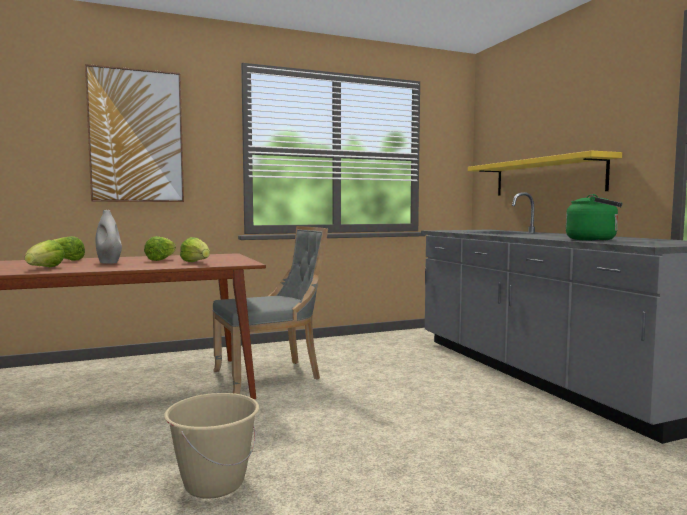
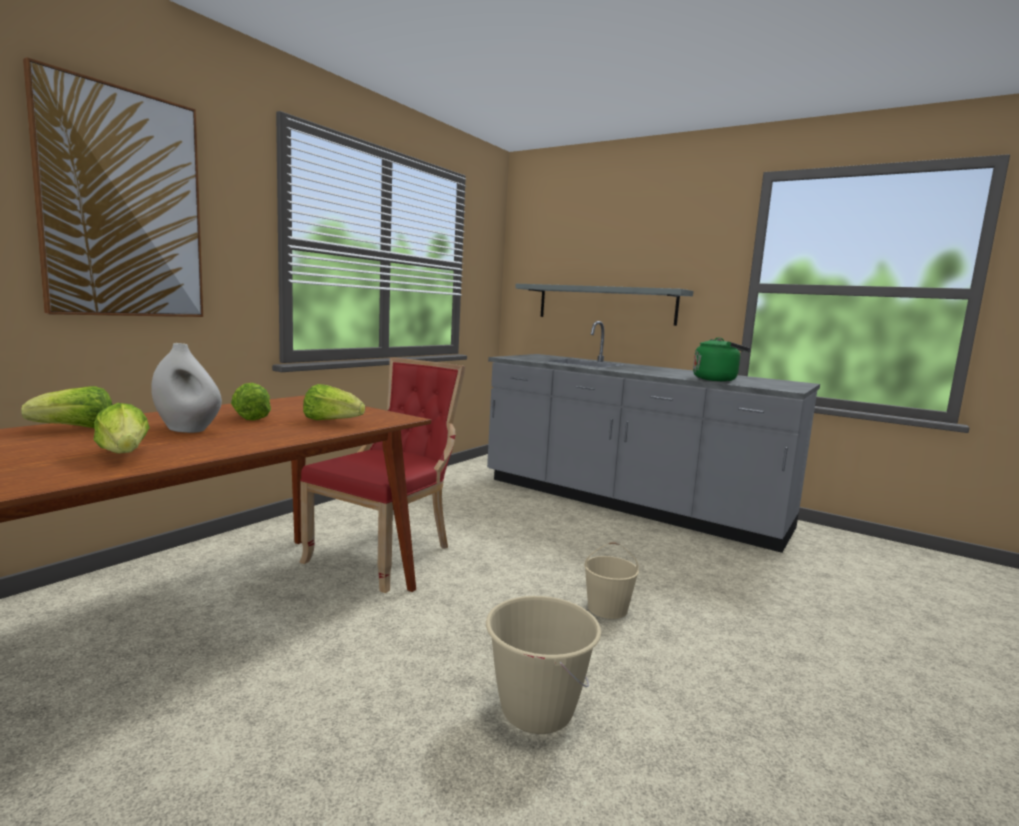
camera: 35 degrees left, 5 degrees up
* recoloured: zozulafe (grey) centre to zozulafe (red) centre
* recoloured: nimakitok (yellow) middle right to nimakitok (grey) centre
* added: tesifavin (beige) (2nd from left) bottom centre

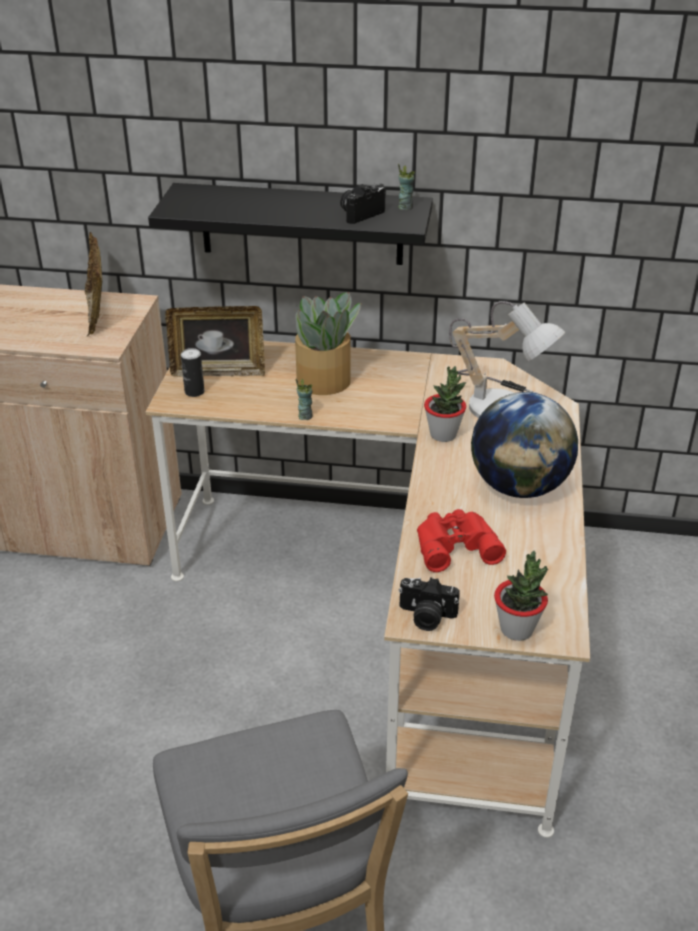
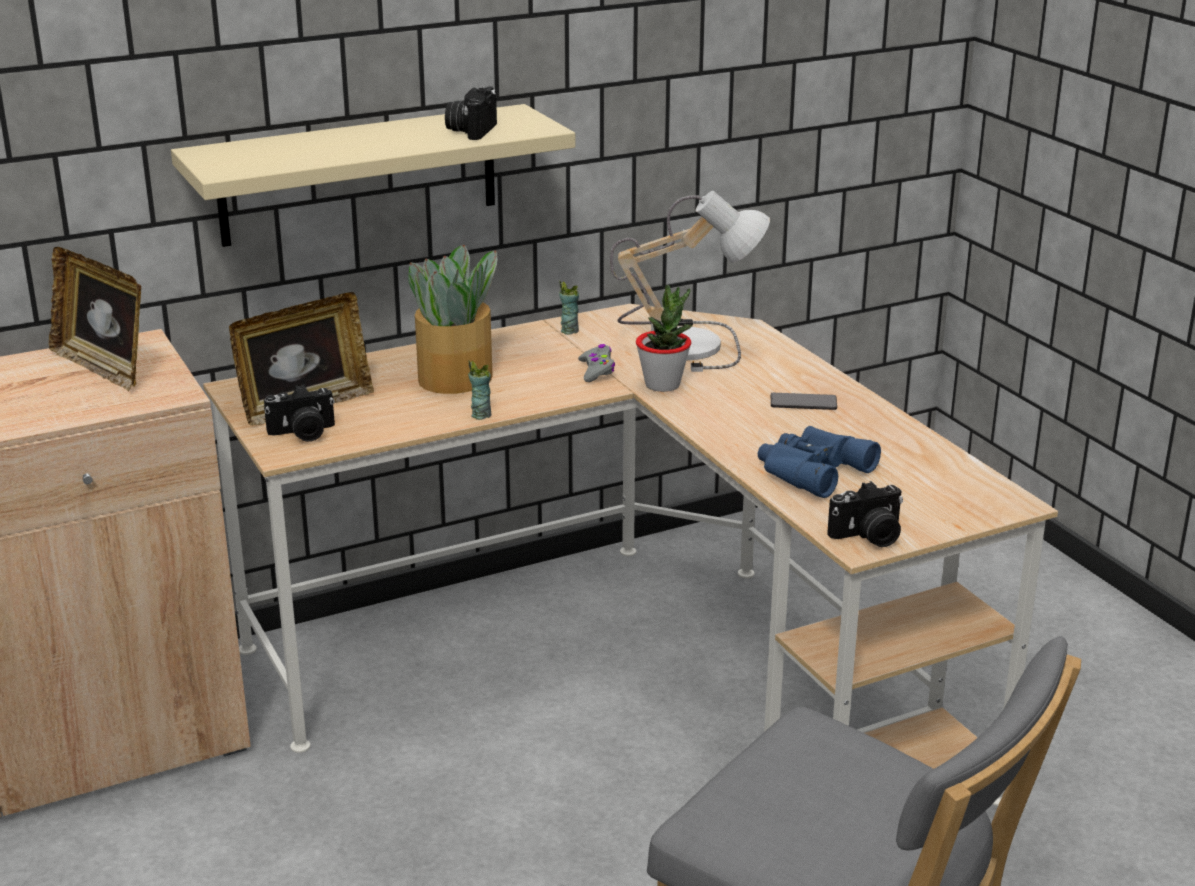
camera: 35 degrees left, 10 degrees down
* recoloured: nimakitok (black) top centre to nimakitok (beige) top left
* replaced: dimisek middle left to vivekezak (1st from left) middle left
* moved: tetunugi (2nd from left) top centre to centre
* recoloured: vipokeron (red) centre to vipokeron (blue) middle right
* replaced: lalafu middle right to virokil middle right
* removed: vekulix (3rd from left) middle right
* added: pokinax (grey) centre

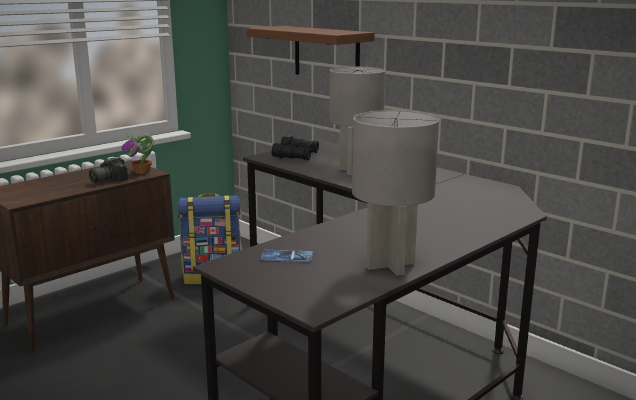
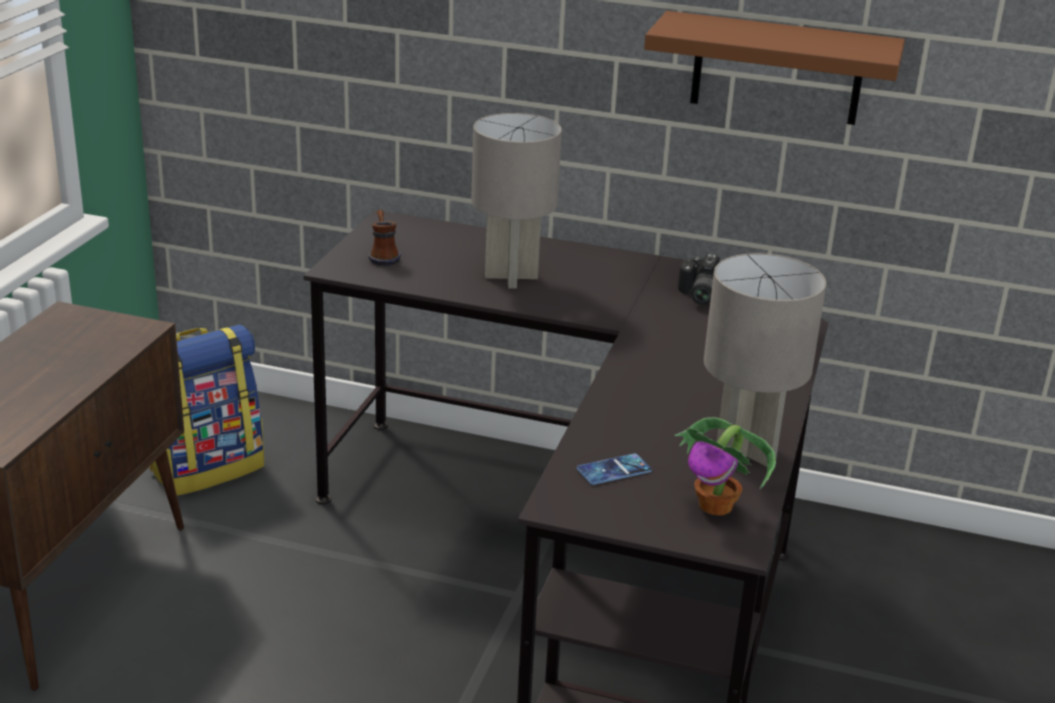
camera: 30 degrees left, 10 degrees up
* moved: vivekezak middle left to centre
* moved: vekulix middle left to middle right
* moved: nimakitok (brown) top centre to top right
* replaced: vipokeron (black) centre to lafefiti centre

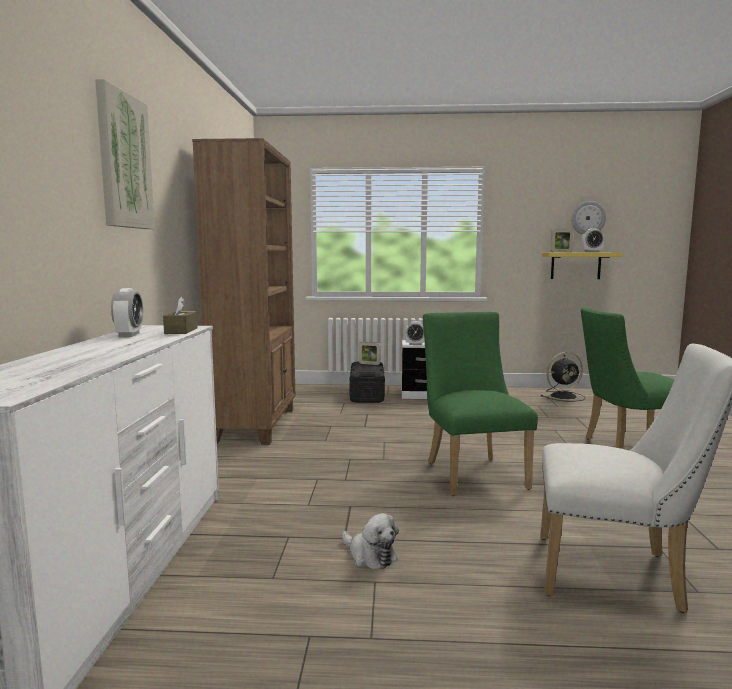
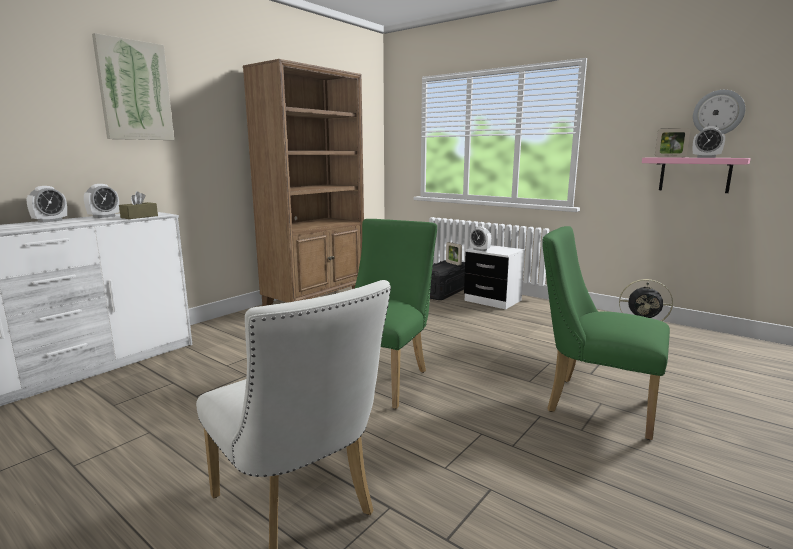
camera: 35 degrees right, 5 degrees up
* removed: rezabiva bottom centre
* recoloured: nimakitok (yellow) middle right to nimakitok (pink) top right
* added: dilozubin (1st from left) middle left

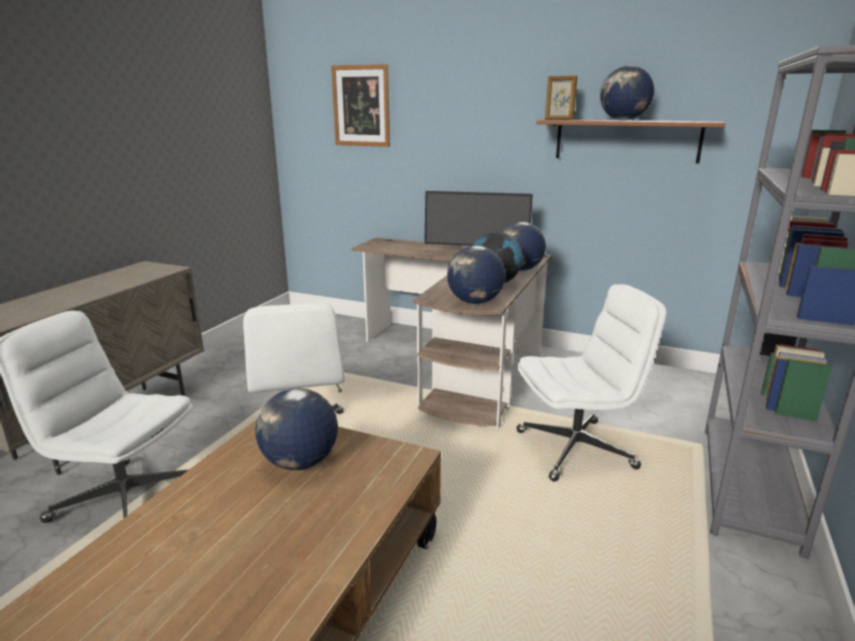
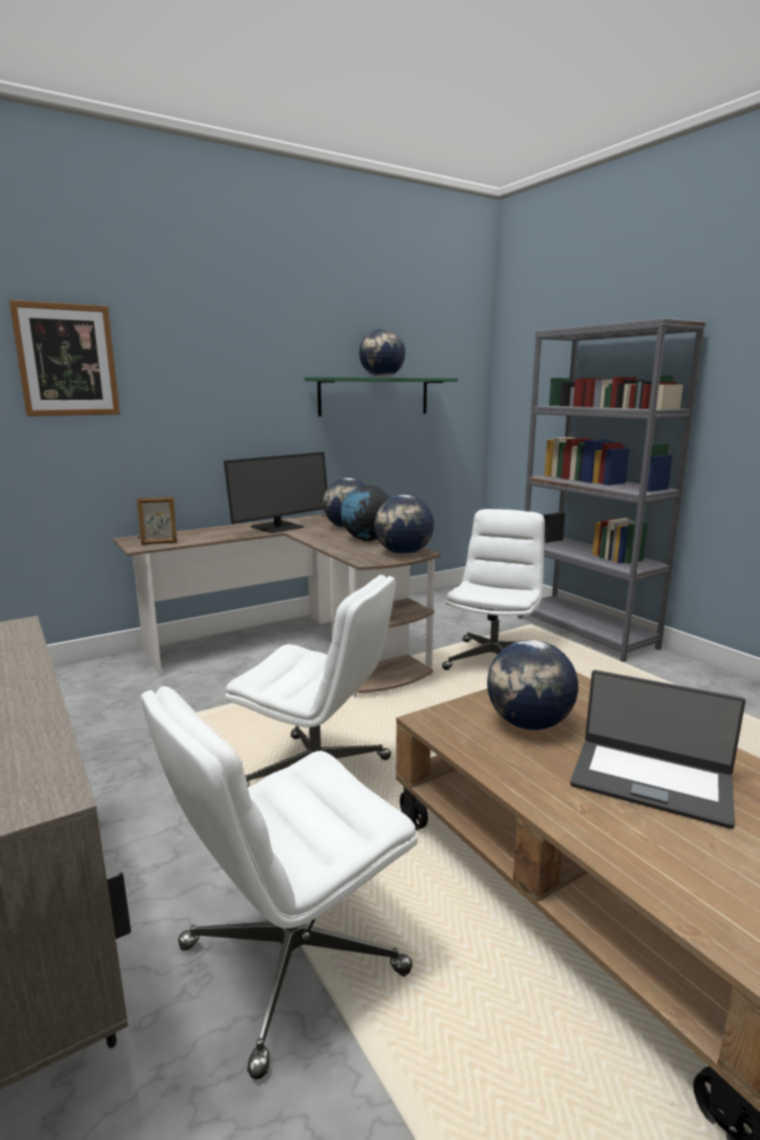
camera: 55 degrees left, 5 degrees down
* recoloured: nimakitok (brown) top right to nimakitok (green) centre
* moved: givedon top centre to middle left
* added: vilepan middle right

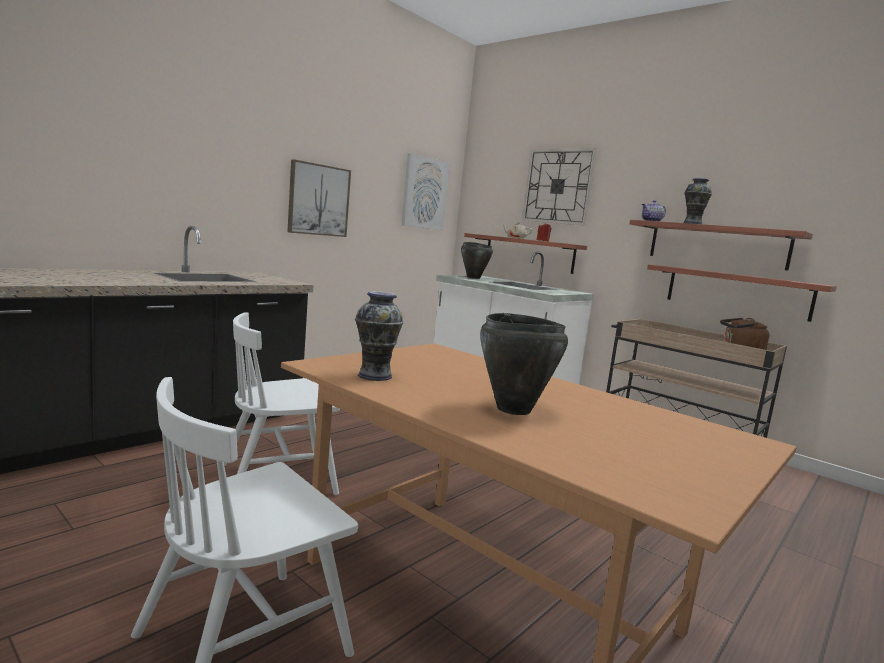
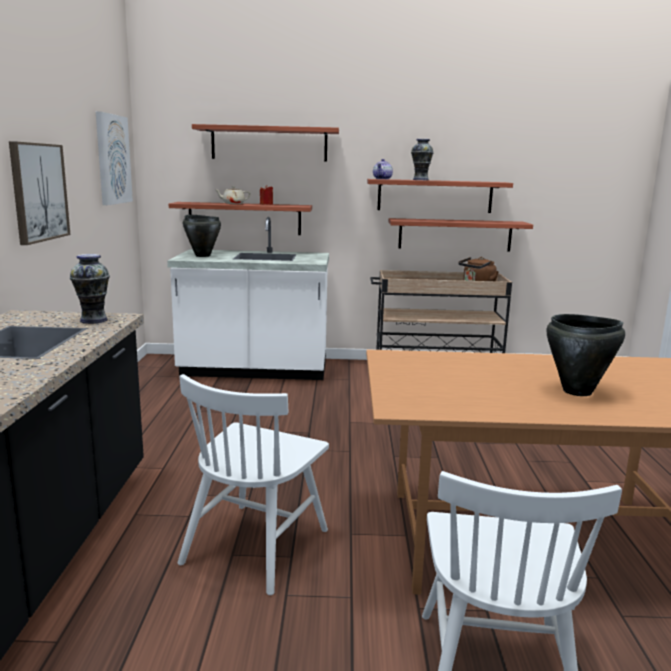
camera: 40 degrees left, 5 degrees up
* moved: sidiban (1st from left) centre to middle left
* replaced: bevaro top centre to nimakitok (2nd from left) top centre

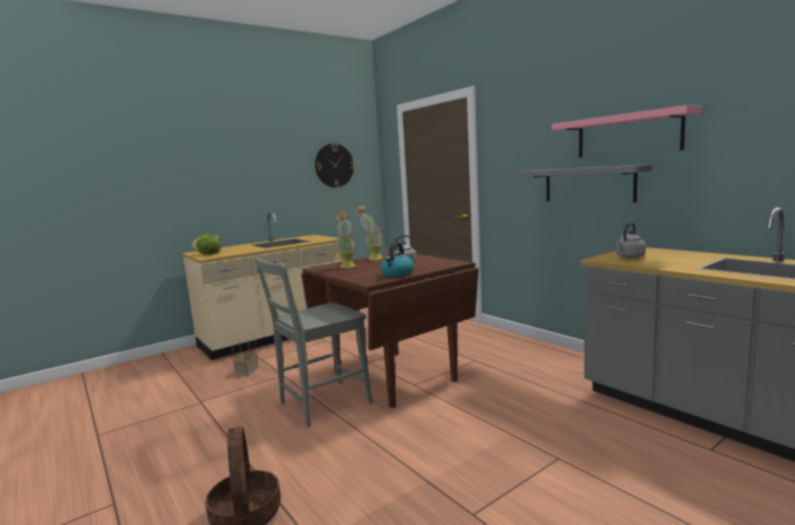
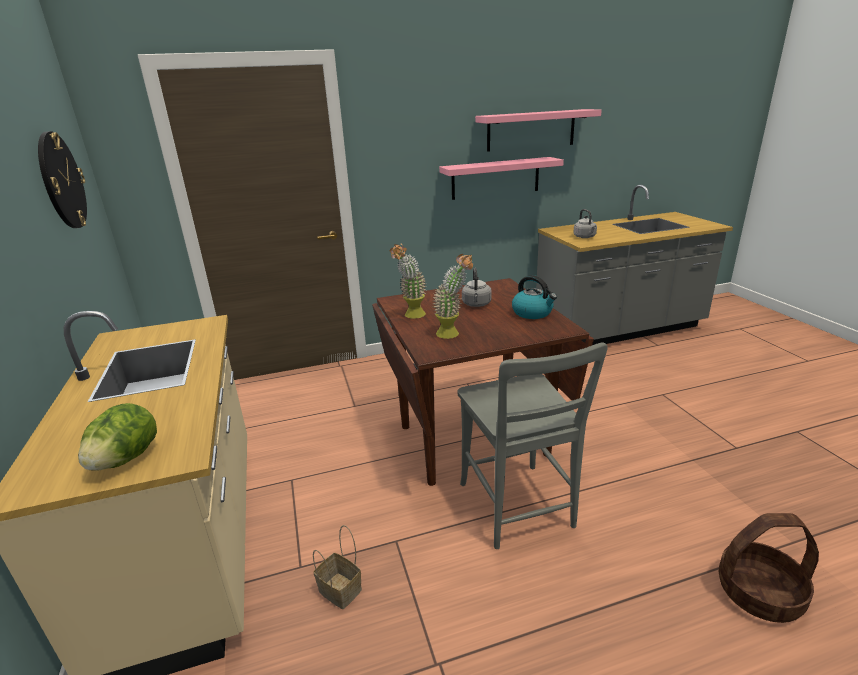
camera: 70 degrees left, 15 degrees up
* recoloured: nimakitok (grey) middle right to nimakitok (pink) (1st from left) top centre

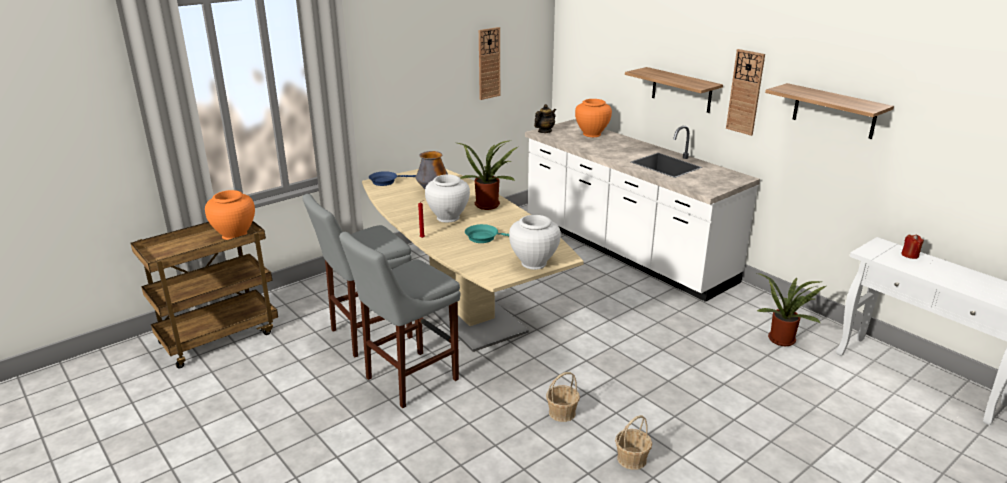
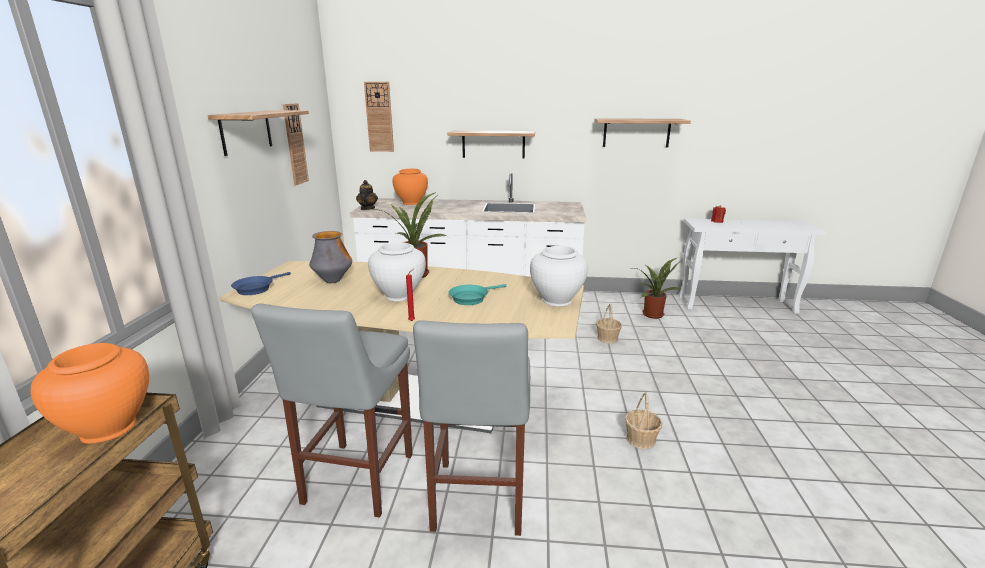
camera: 45 degrees left, 5 degrees down
* moved: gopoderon (2nd from left in the first image) bottom centre to gopoderon (1st from left) centre
* moved: bevaro (2nd from left) top right to top centre
* added: nimakitok (1st from left) top left

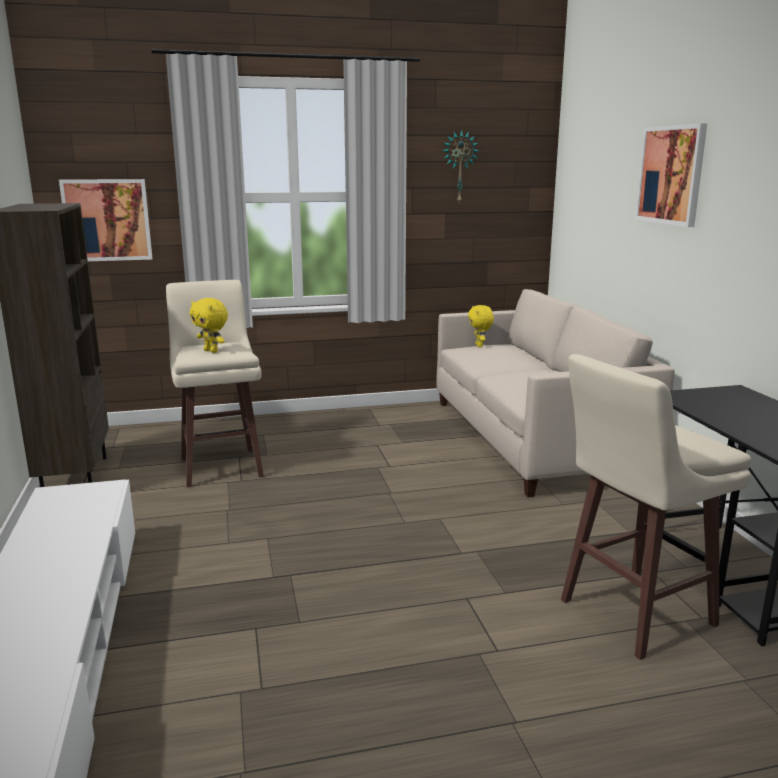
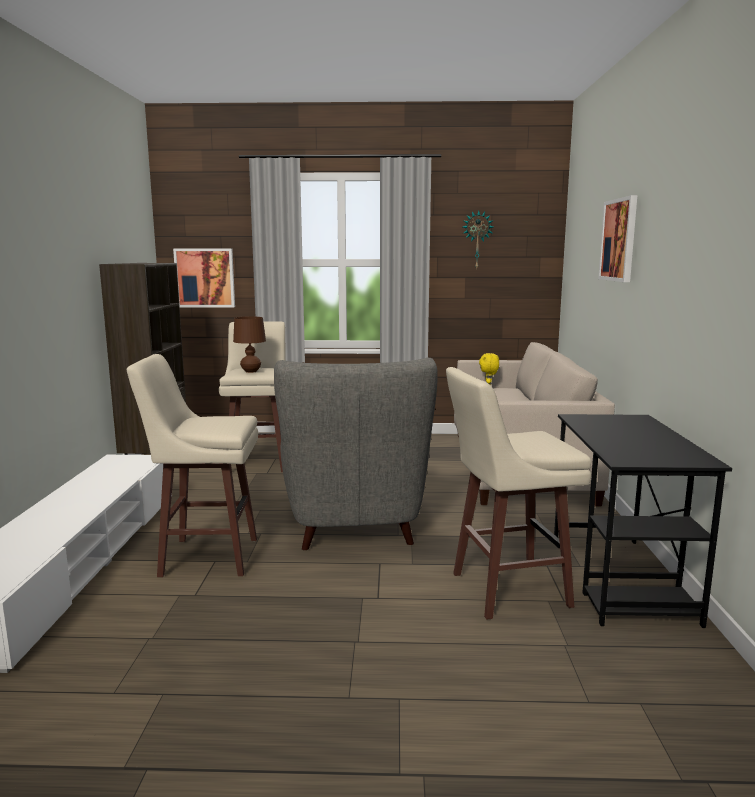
camera: 15 degrees right, 5 degrees down
* replaced: rezabiva (yellow) (1st from left) middle left to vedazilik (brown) middle left
* added: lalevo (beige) (1st from left) middle left
* added: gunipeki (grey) centre

